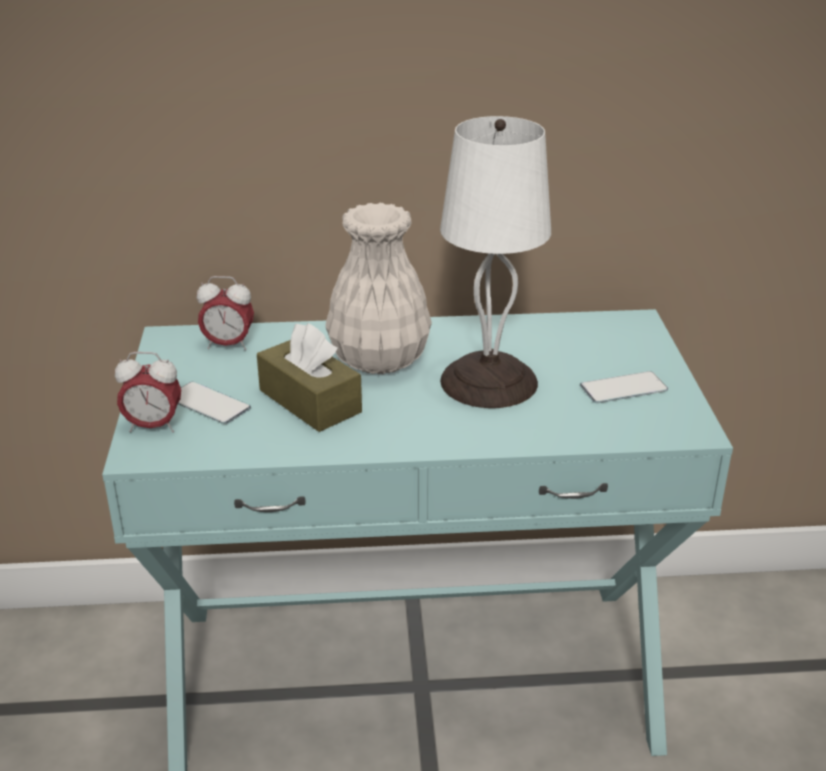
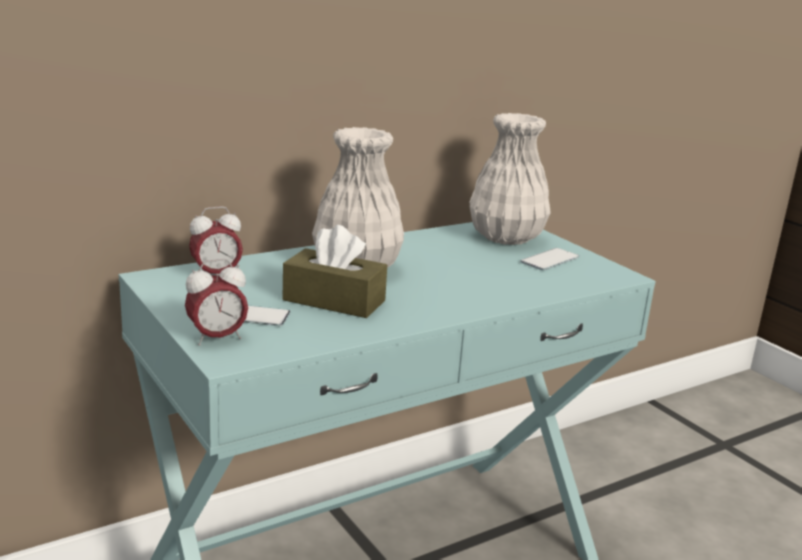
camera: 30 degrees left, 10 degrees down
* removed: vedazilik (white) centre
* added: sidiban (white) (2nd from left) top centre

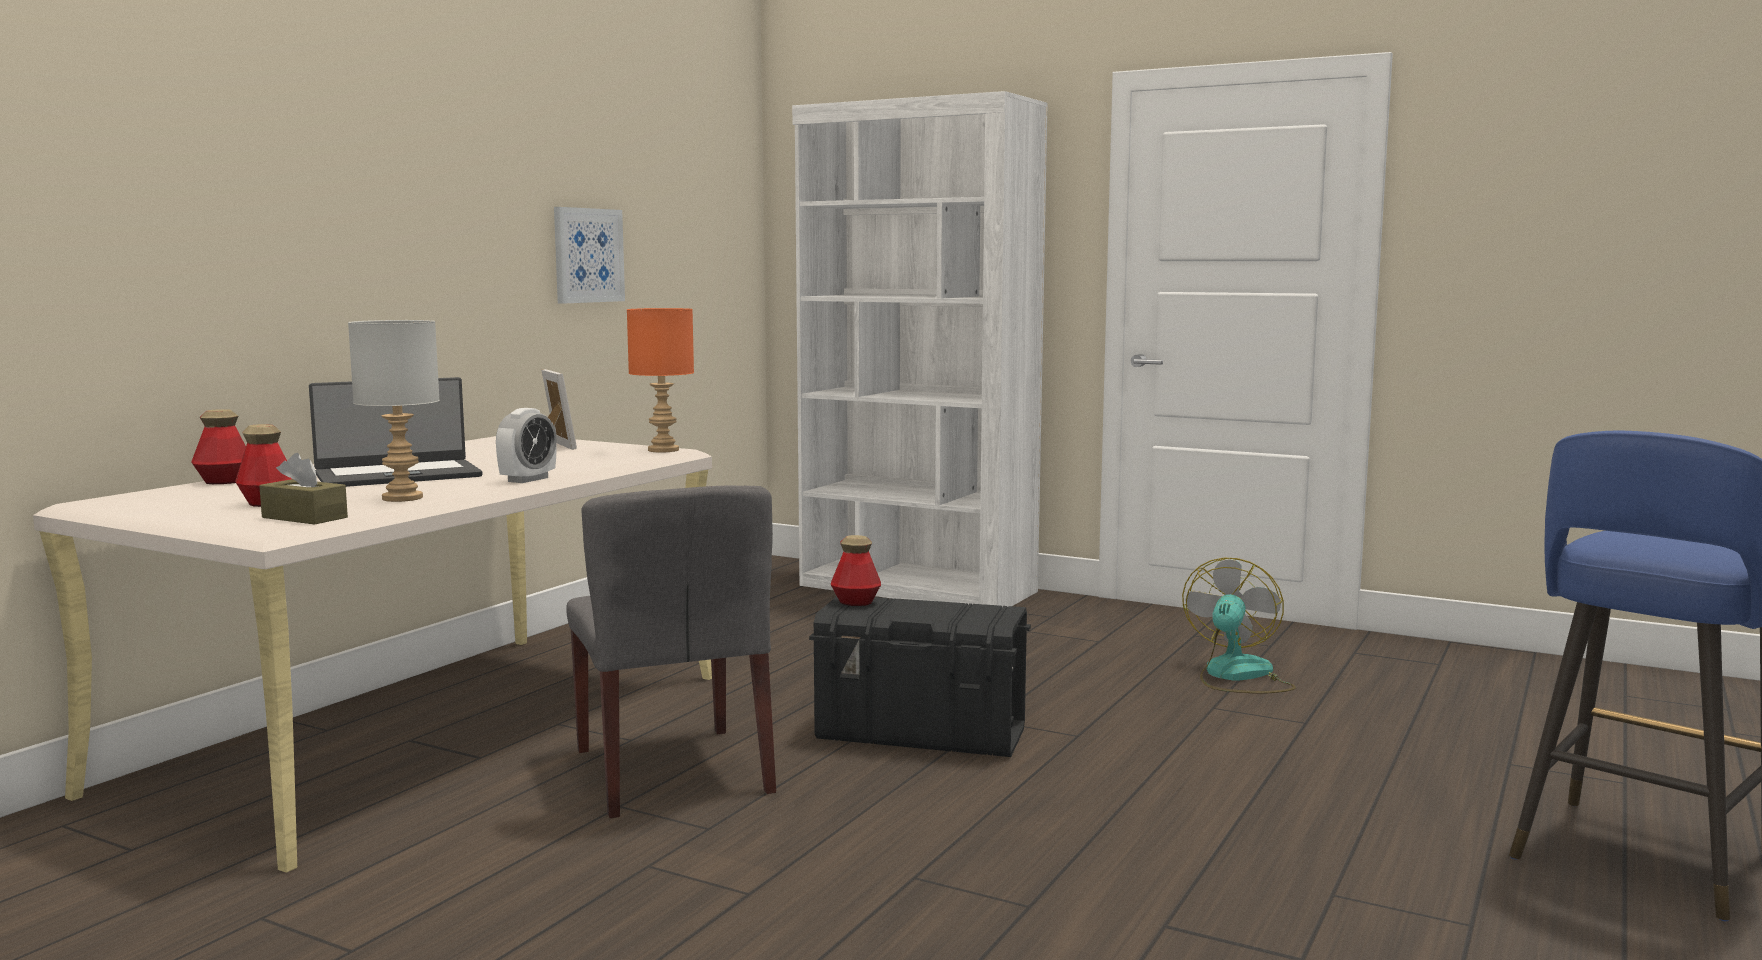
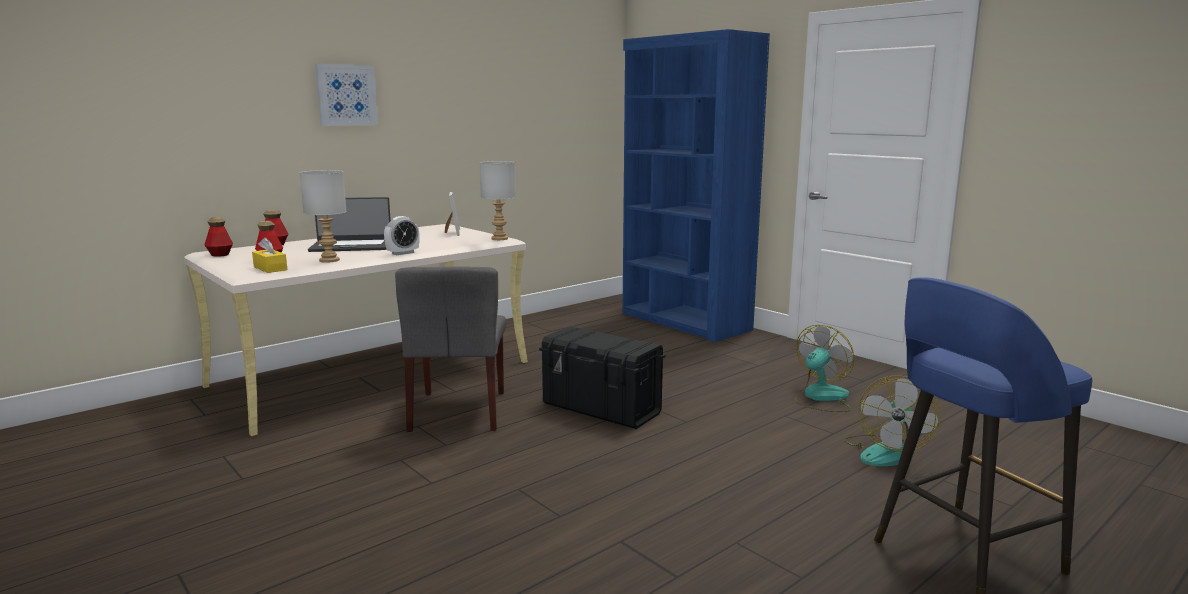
camera: 20 degrees right, 5 degrees up
* recoloured: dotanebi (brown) middle left to dotanebi (yellow) middle left
* moved: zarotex top centre to top left
* recoloured: vedazilik (orange) centre to vedazilik (grey) (2nd from left) centre
* recoloured: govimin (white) centre to govimin (blue) top centre
* moved: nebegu (3rd from left in the first image) centre to nebegu (1st from left) middle left
* added: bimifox (2nd from left) bottom right

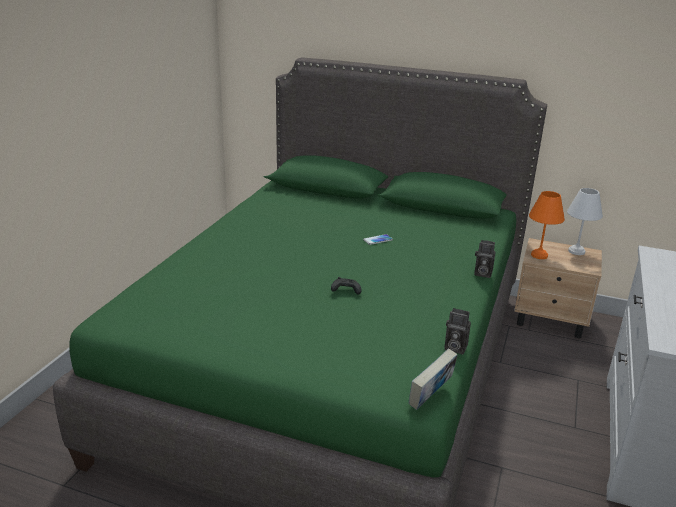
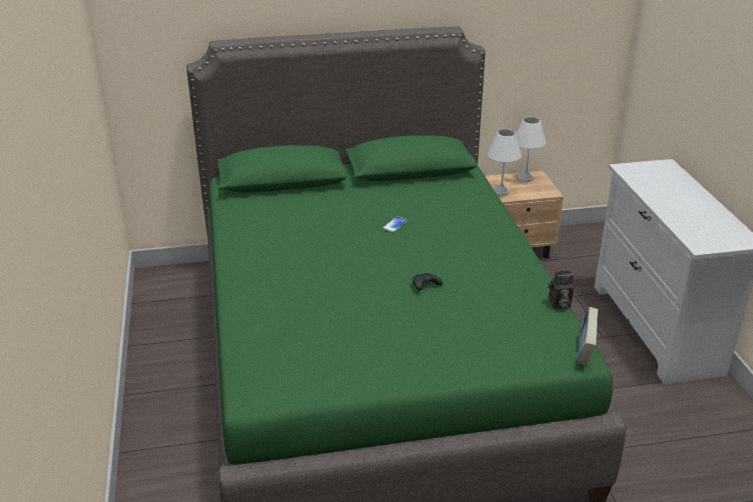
camera: 30 degrees left, 5 degrees up
* removed: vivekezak (2nd from left) middle right
* recoloured: vedazilik (orange) middle right to vedazilik (white) (1st from left) top right

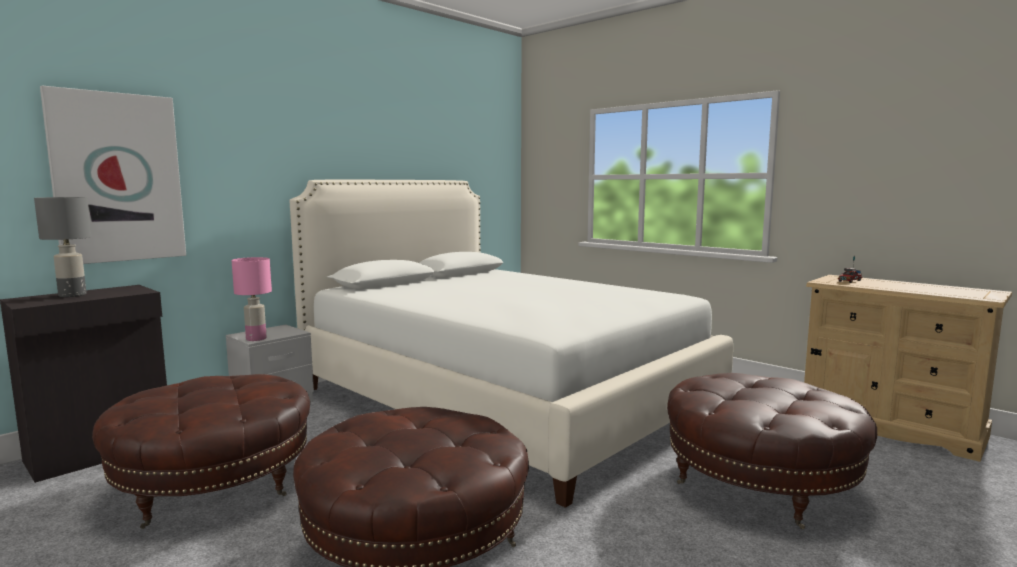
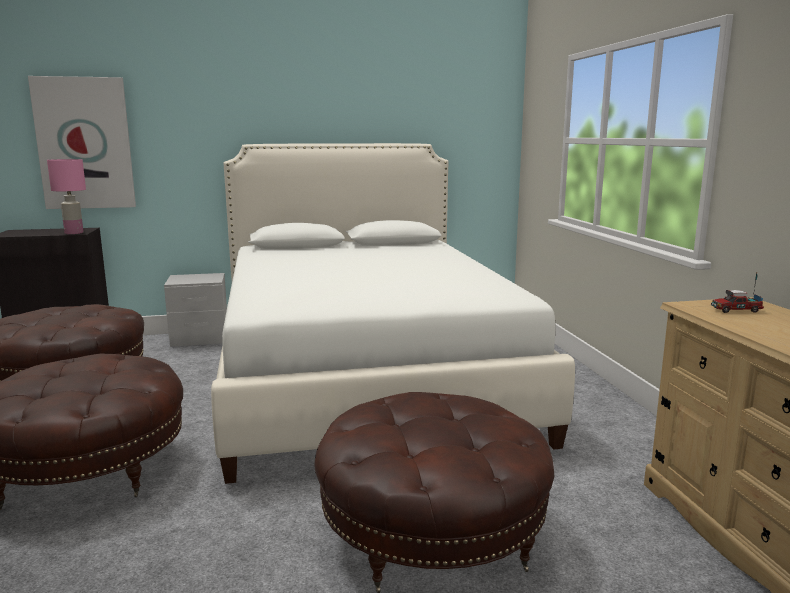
camera: 35 degrees right, 5 degrees up
* removed: vedazilik (grey) middle left
* moved: vedazilik (pink) middle left to top left

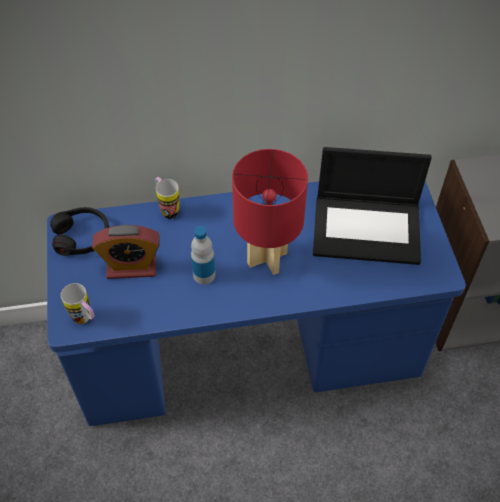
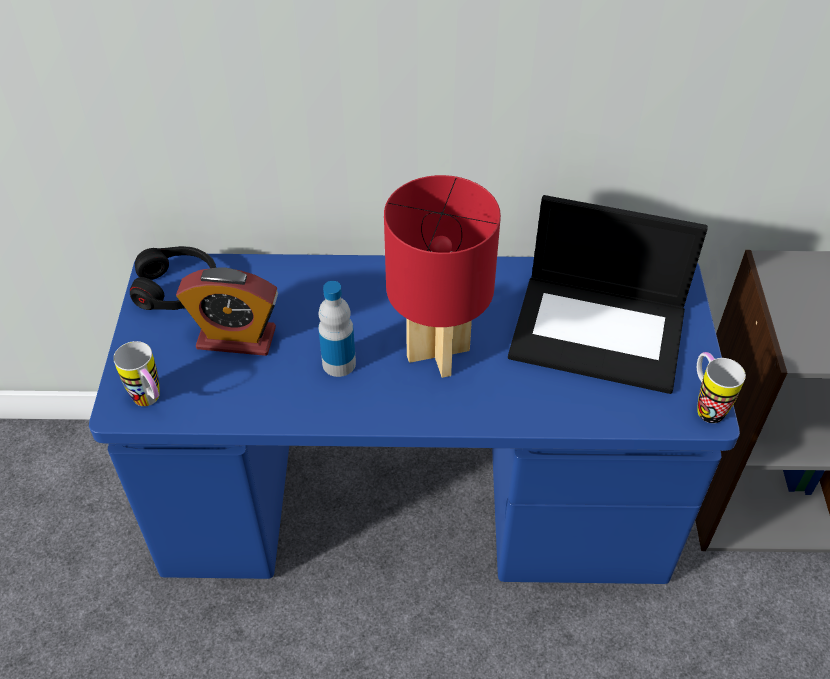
camera: 10 degrees right, 5 degrees down
* moved: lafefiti (2nd from left) centre to middle right

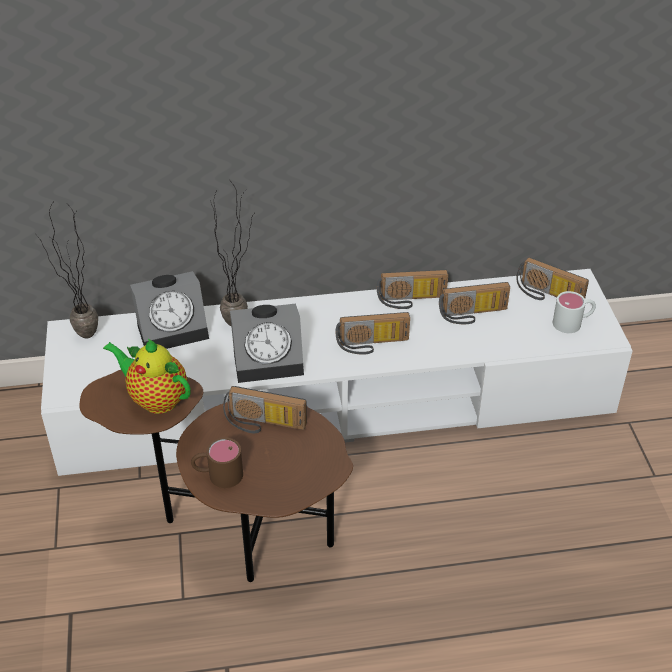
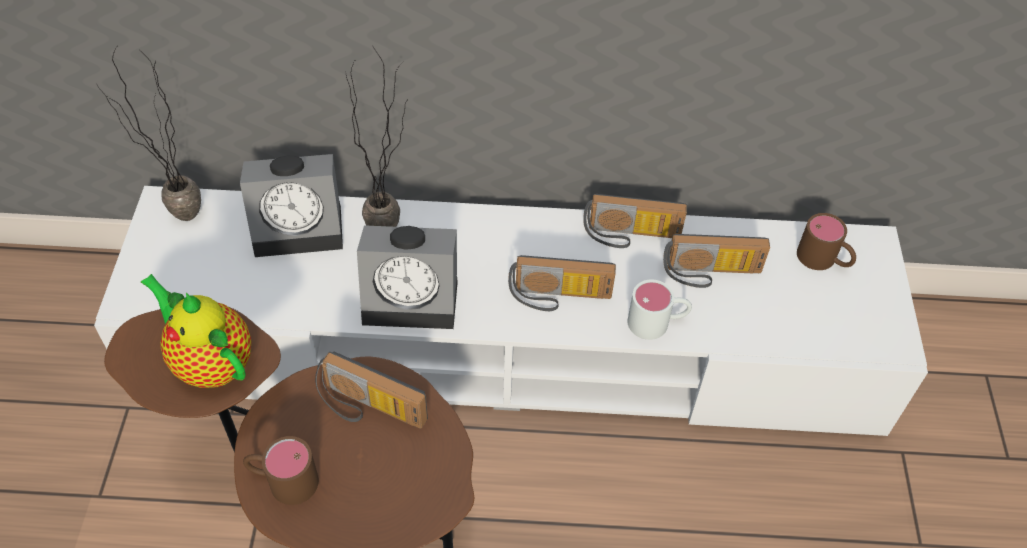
camera: 10 degrees right, 10 degrees up
* replaced: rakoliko (5th from left) middle right to lafefiti (brown) (2nd from left) middle right
* moved: lafefiti (white) middle right to centre

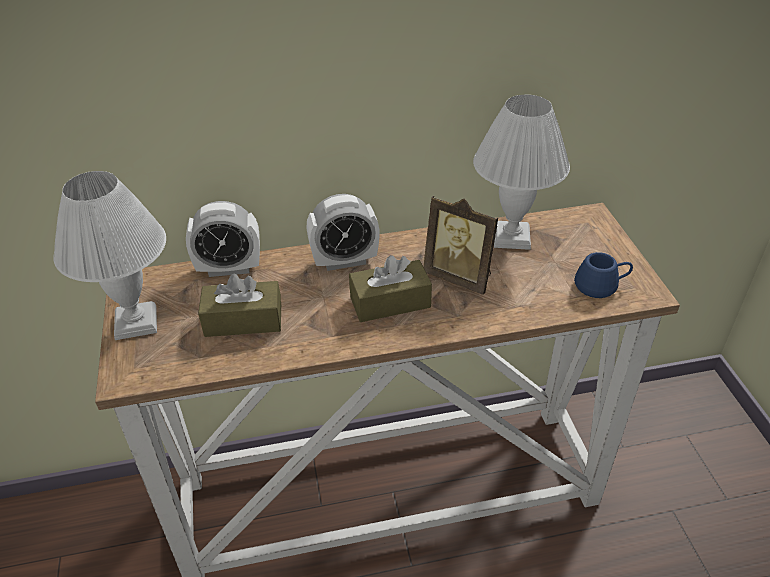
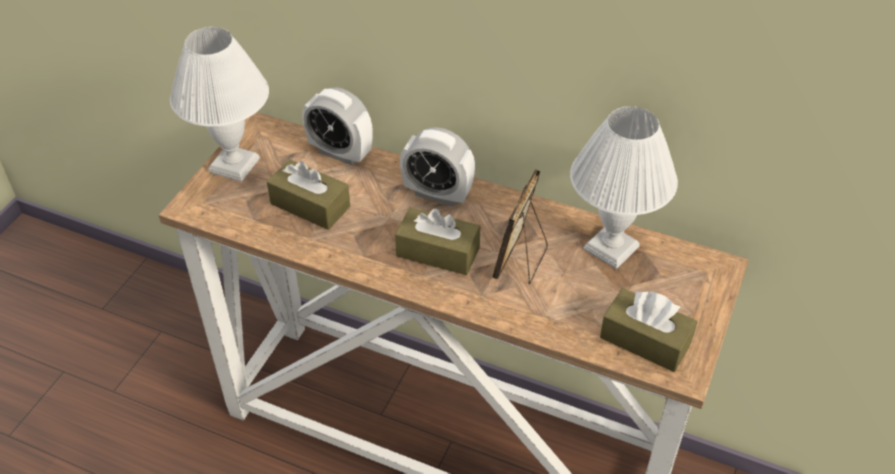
camera: 35 degrees right, 5 degrees up
* turned: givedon centre = centre 45 degrees clockwise
* replaced: lafefiti (blue) middle right to dotanebi (brown) (3rd from left) bottom right

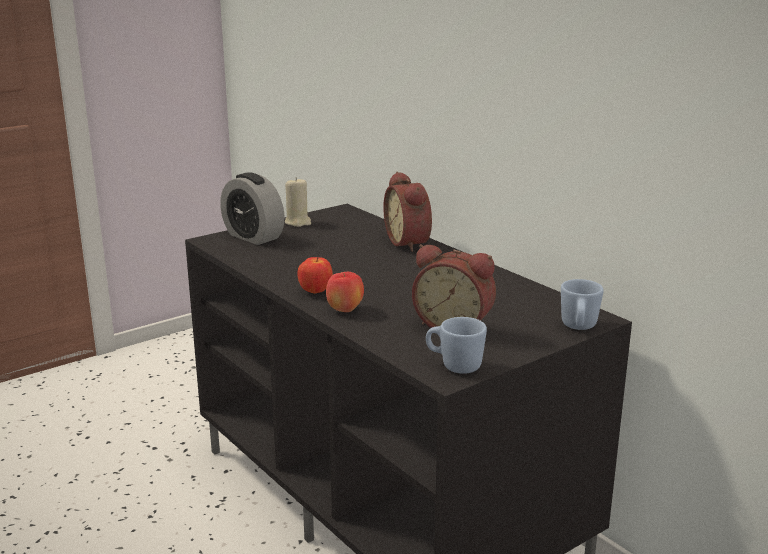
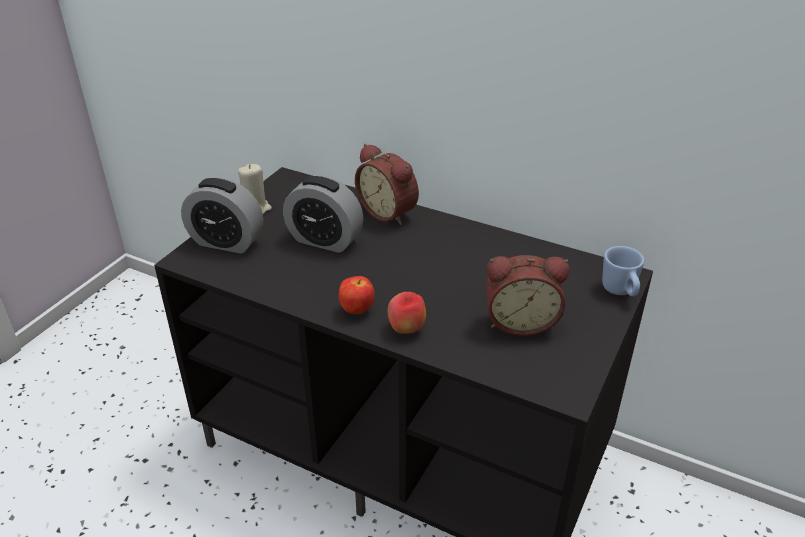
camera: 25 degrees left, 15 degrees up
* removed: lafefiti (blue) (1st from left) centre
* added: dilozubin (2nd from left) centre

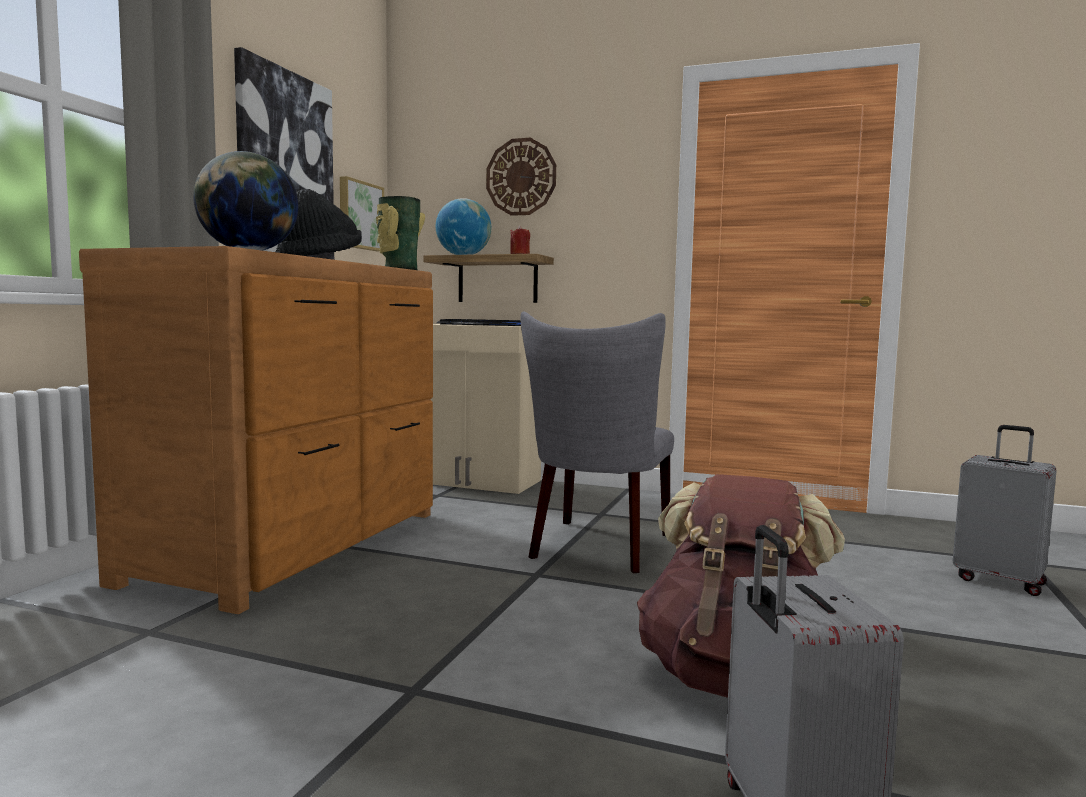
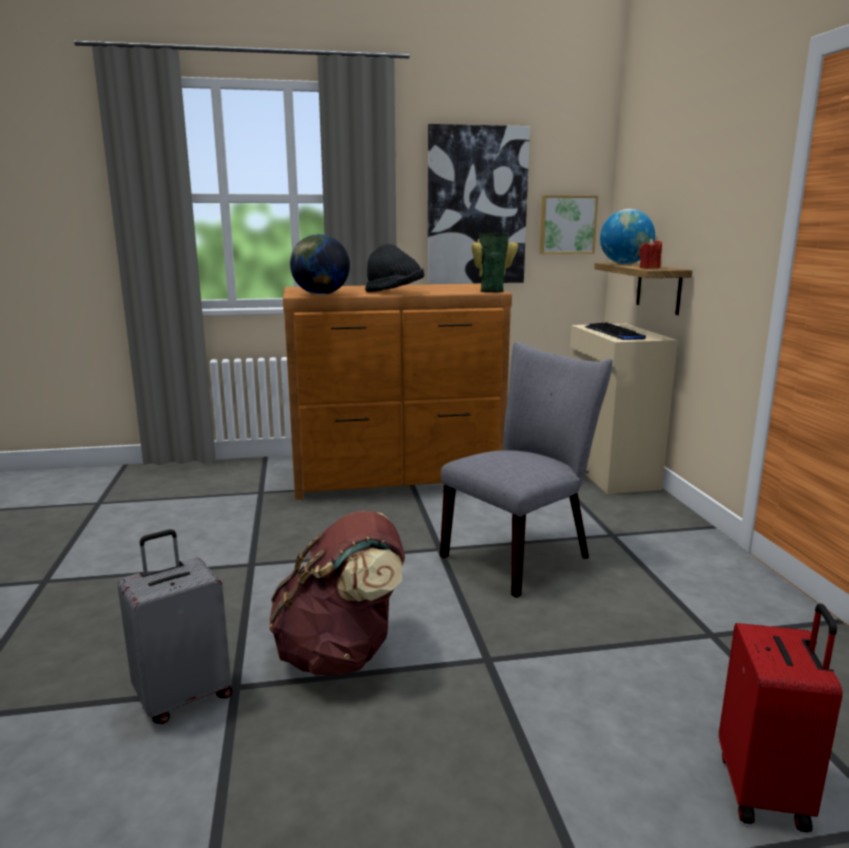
camera: 60 degrees right, 10 degrees up
* removed: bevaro top centre
* turned: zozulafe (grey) centre = centre 150 degrees clockwise
* recoloured: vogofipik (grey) (2nd from left) middle right to vogofipik (red) bottom right

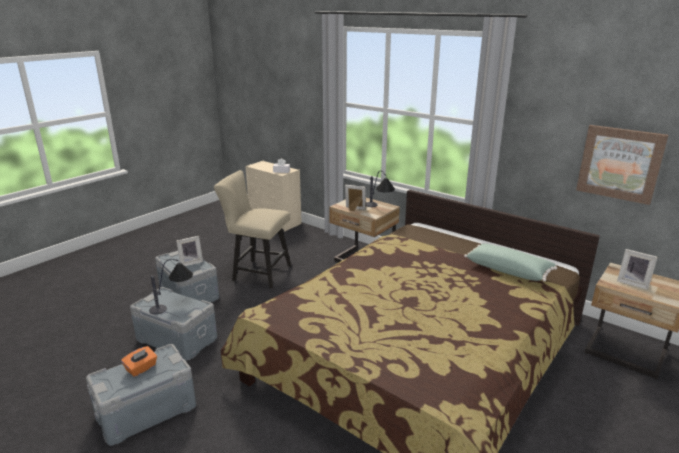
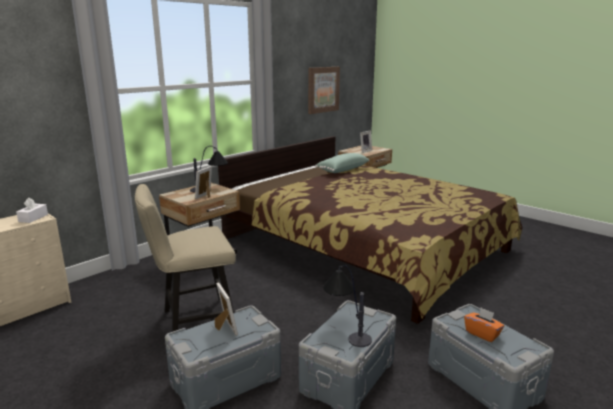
camera: 85 degrees left, 5 degrees down
* turned: zozulafe (beige) centre = middle left 45 degrees clockwise

